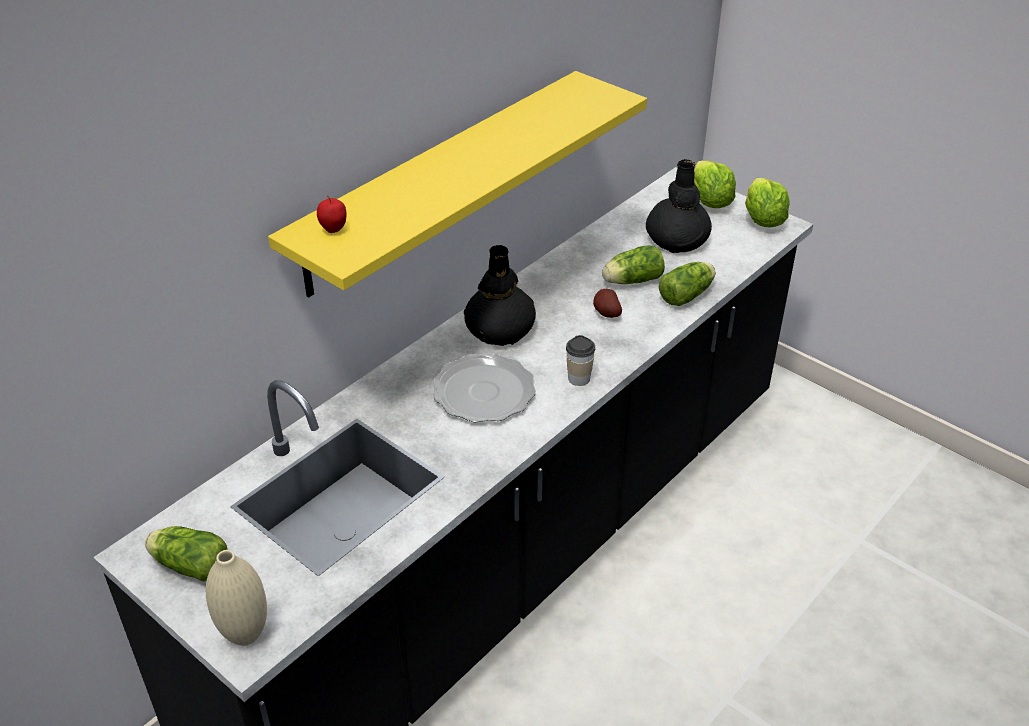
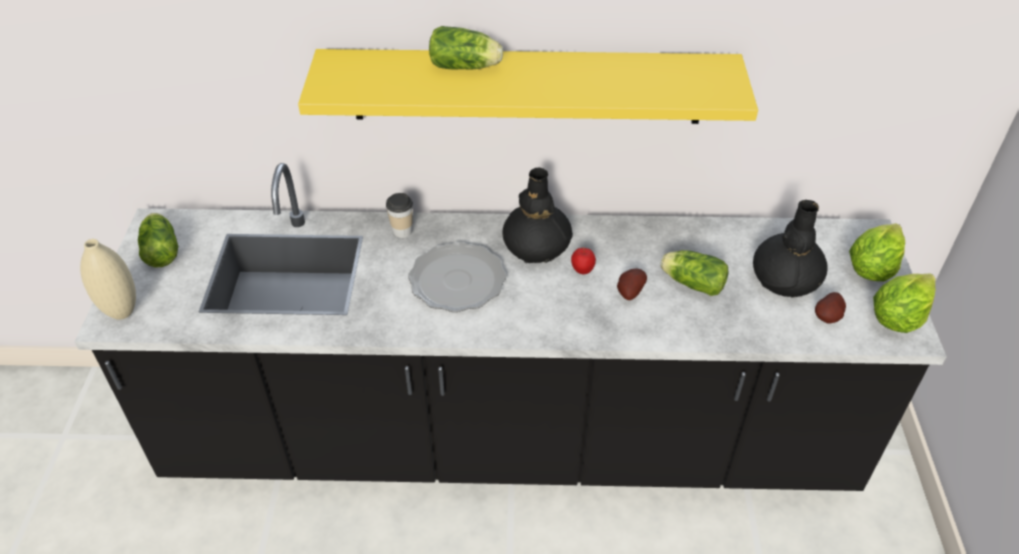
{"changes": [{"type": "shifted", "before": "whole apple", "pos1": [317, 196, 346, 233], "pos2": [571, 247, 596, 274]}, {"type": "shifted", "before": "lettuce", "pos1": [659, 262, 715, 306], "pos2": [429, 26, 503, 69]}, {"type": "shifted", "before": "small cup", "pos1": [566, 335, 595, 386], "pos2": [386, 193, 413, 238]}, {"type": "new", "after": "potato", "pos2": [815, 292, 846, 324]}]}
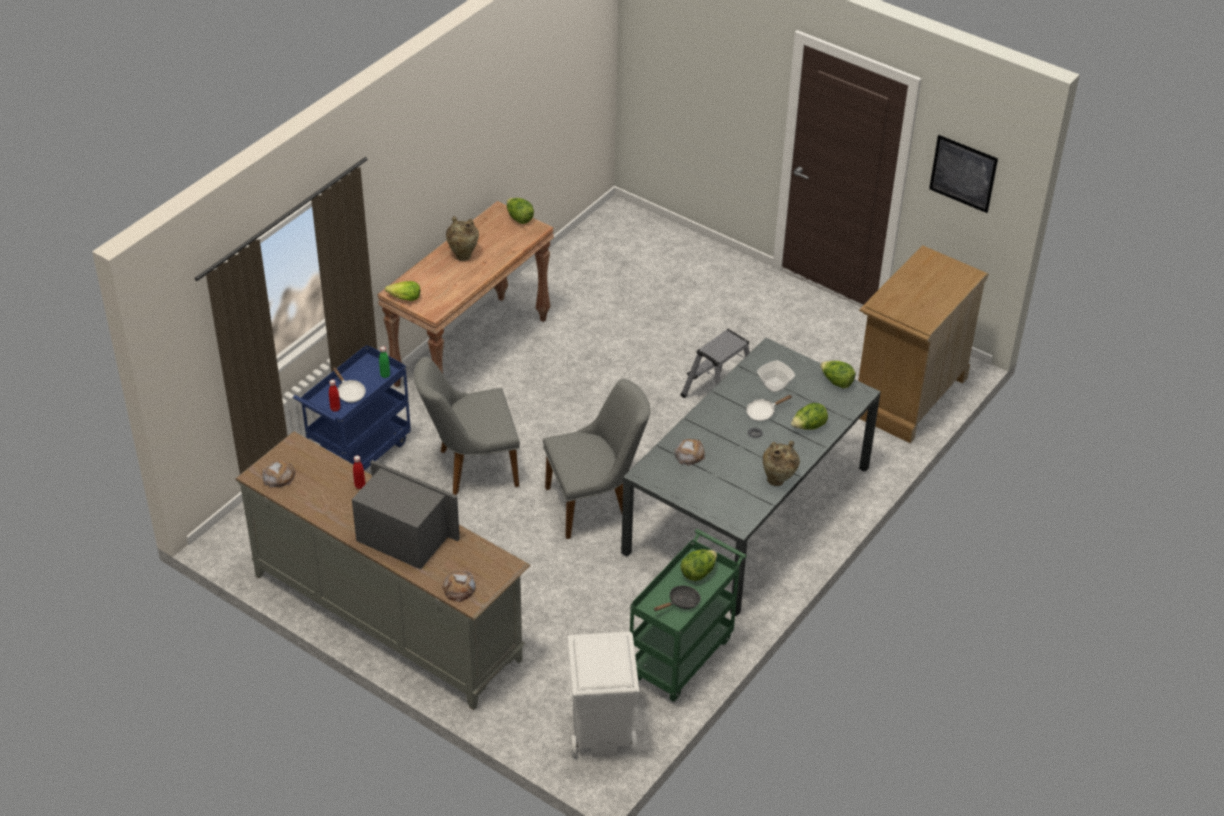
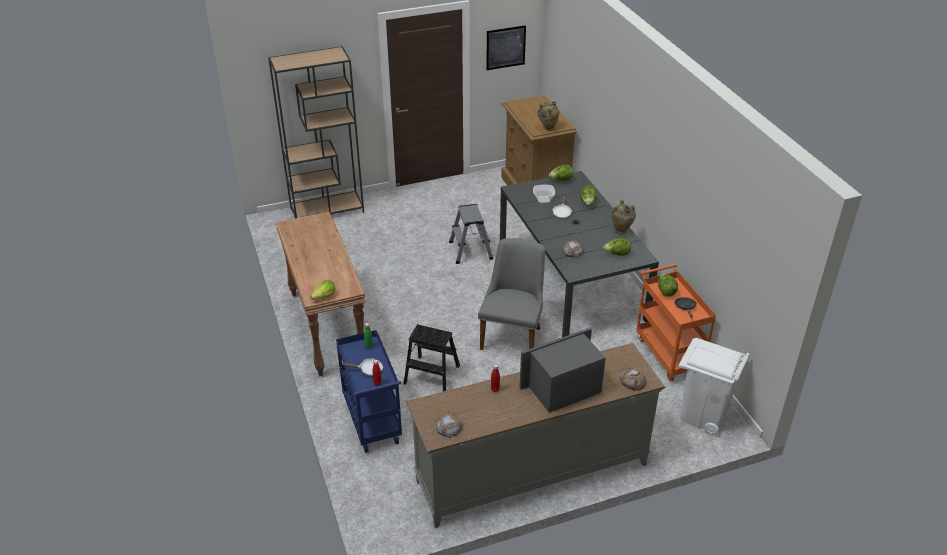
{"changes": [{"type": "shifted", "before": "lettuce", "pos1": [507, 198, 534, 224], "pos2": [603, 238, 631, 256]}, {"type": "shifted", "before": "beige-coloured decorative vase", "pos1": [446, 216, 479, 261], "pos2": [538, 101, 559, 130]}, {"type": "swapped", "before": "grey upright chair", "after": "blackish stepladder", "pos1": [414, 357, 520, 495], "pos2": [403, 324, 460, 392]}, {"type": "repainted", "before": "greenish trolley", "after": "orangey trolley", "pos1": [630, 529, 747, 701], "pos2": [636, 264, 716, 381]}, {"type": "new", "after": "bookshelf", "pos2": [268, 46, 364, 218]}]}
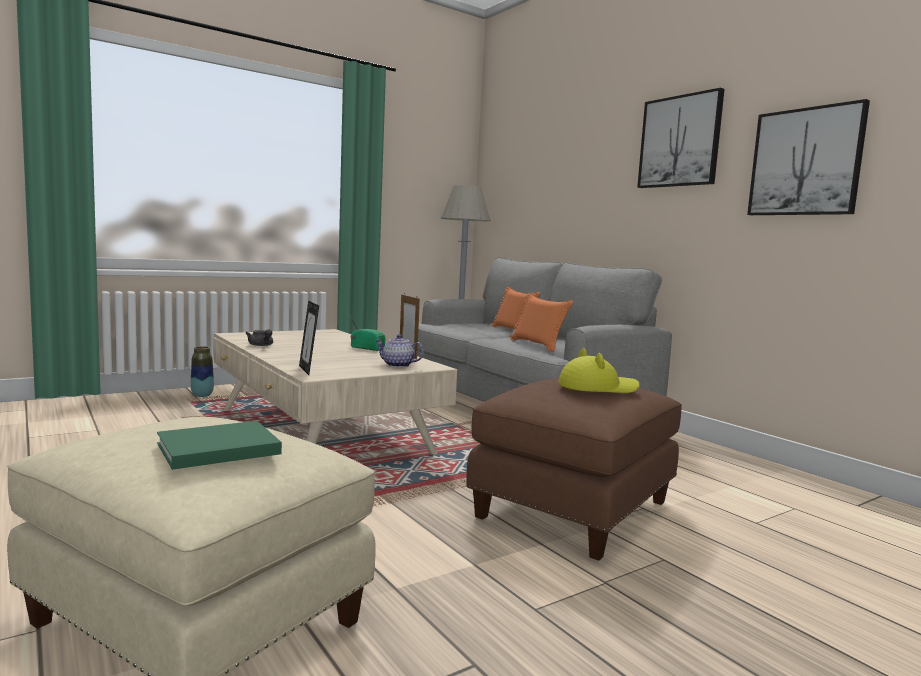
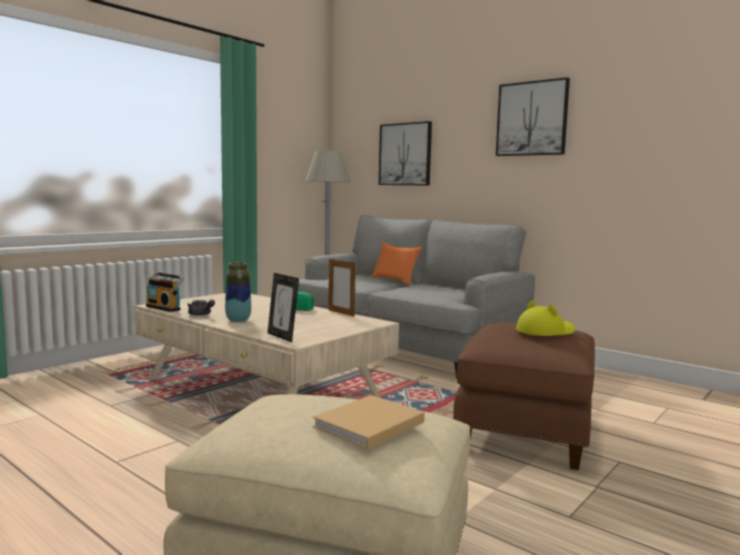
{"changes": [{"type": "shifted", "before": "wall picture", "pos1": [747, 99, 870, 215], "pos2": [379, 121, 432, 186]}, {"type": "gone", "before": "orangey throw pillow", "pos1": [510, 294, 573, 352]}, {"type": "gone", "before": "teapot", "pos1": [375, 334, 424, 368]}, {"type": "shifted", "before": "decorative vase", "pos1": [191, 346, 214, 397], "pos2": [225, 262, 251, 322]}, {"type": "repainted", "before": "greenish book", "after": "beige-coloured book", "pos1": [157, 421, 282, 470], "pos2": [313, 395, 425, 449]}, {"type": "new", "after": "radio receiver", "pos2": [146, 272, 185, 312]}]}
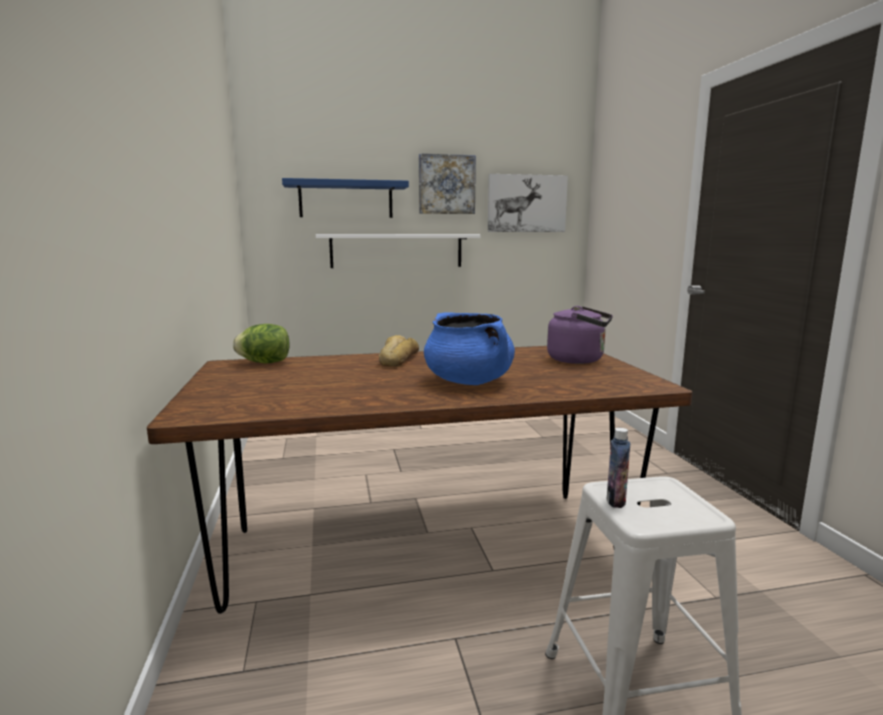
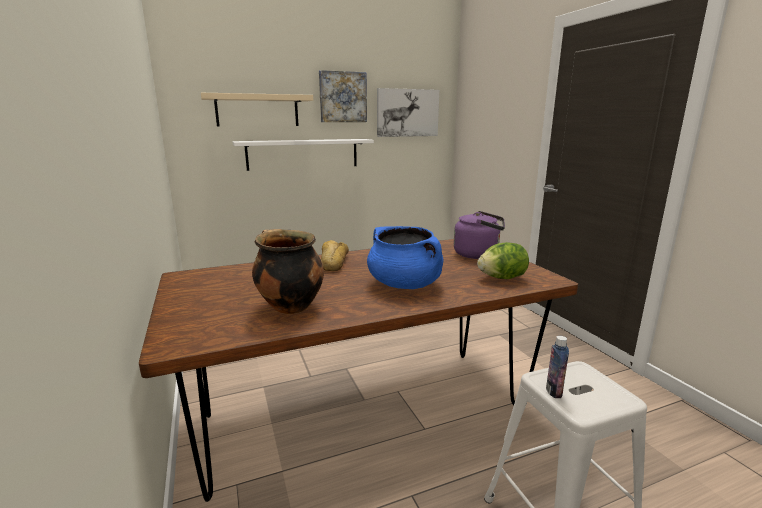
{"changes": [{"type": "repainted", "before": "blue-coloured wall shelf", "after": "beige-coloured wall shelf", "pos1": [282, 178, 409, 218], "pos2": [201, 93, 313, 127]}, {"type": "shifted", "before": "lettuce", "pos1": [233, 324, 290, 363], "pos2": [477, 242, 529, 279]}, {"type": "new", "after": "stockpot", "pos2": [252, 229, 324, 314]}]}
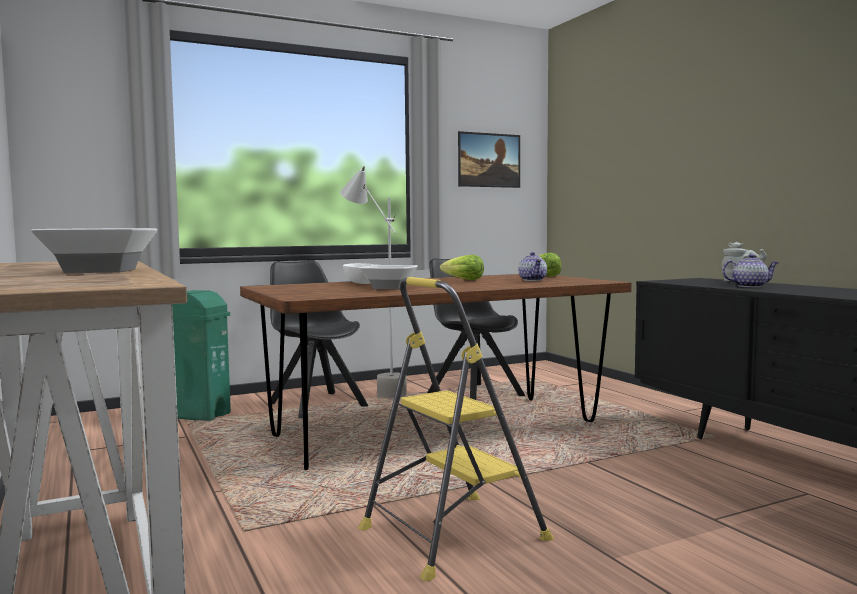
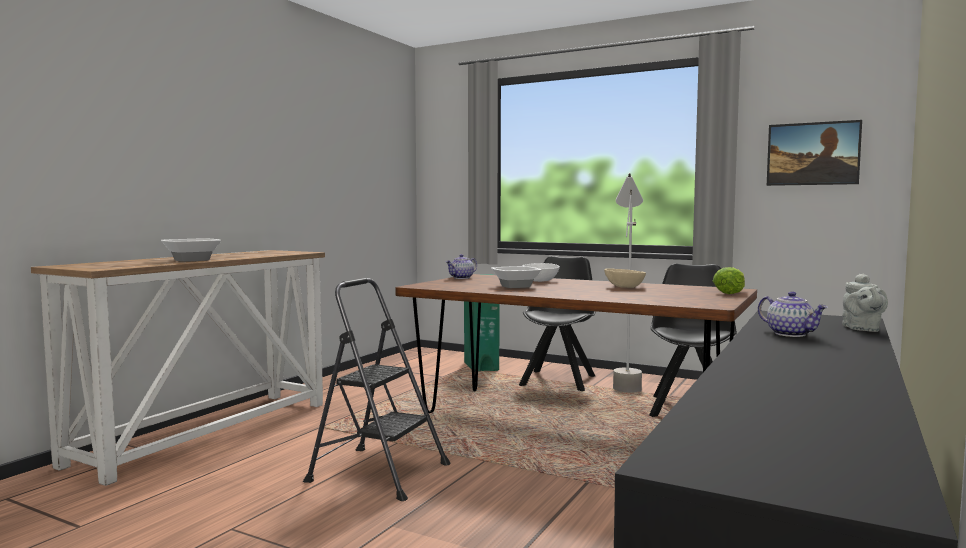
{"changes": [{"type": "shifted", "before": "teapot", "pos1": [518, 252, 547, 281], "pos2": [446, 254, 477, 279]}, {"type": "swapped", "before": "lettuce", "after": "beige-coloured bowl", "pos1": [440, 255, 484, 280], "pos2": [604, 268, 646, 288]}, {"type": "repainted", "before": "yellowish stepladder", "after": "blackish stepladder", "pos1": [358, 277, 554, 581], "pos2": [303, 278, 451, 501]}]}
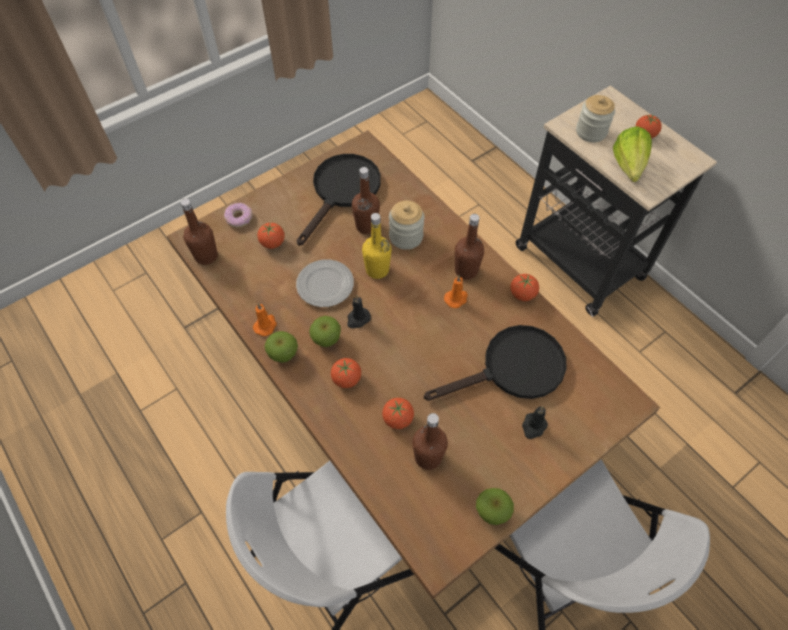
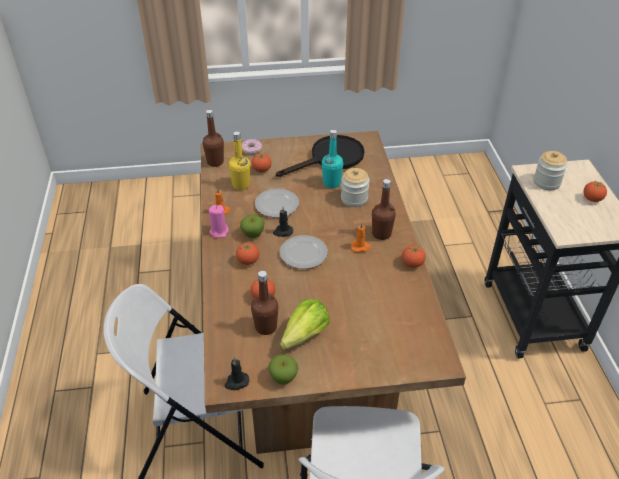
{"changes": [{"type": "shifted", "before": "lettuce", "pos1": [613, 126, 652, 182], "pos2": [280, 299, 329, 350]}, {"type": "repainted", "before": "brown-coloured bottle", "after": "turquoise bottle", "pos1": [352, 167, 380, 234], "pos2": [322, 130, 343, 188]}, {"type": "shifted", "before": "yellowish bottle", "pos1": [362, 213, 392, 279], "pos2": [229, 131, 251, 190]}, {"type": "gone", "before": "blackish frying pan", "pos1": [424, 325, 567, 401]}, {"type": "swapped", "before": "whole apple", "after": "pink-coloured wax light", "pos1": [264, 331, 298, 363], "pos2": [209, 205, 229, 238]}, {"type": "shifted", "before": "blackish wax light", "pos1": [522, 407, 548, 439], "pos2": [225, 357, 249, 390]}, {"type": "new", "after": "flat dish", "pos2": [280, 235, 328, 269]}]}
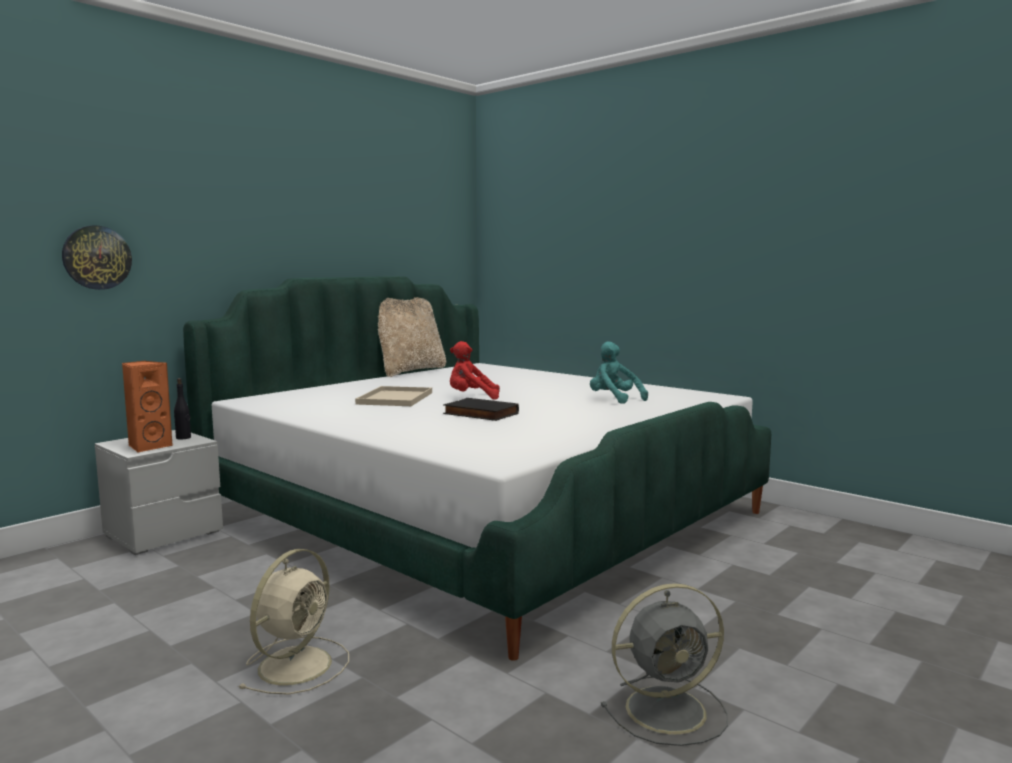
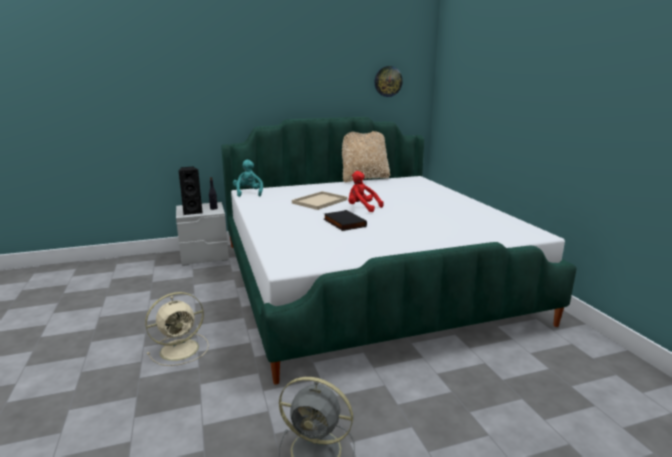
{"changes": [{"type": "shifted", "before": "wall clock", "pos1": [62, 225, 132, 290], "pos2": [375, 66, 403, 97]}, {"type": "shifted", "before": "turquoise cuddly toy", "pos1": [590, 341, 648, 404], "pos2": [233, 160, 263, 197]}, {"type": "repainted", "before": "orangey loudspeaker", "after": "blackish loudspeaker", "pos1": [122, 361, 173, 452], "pos2": [178, 167, 203, 215]}]}
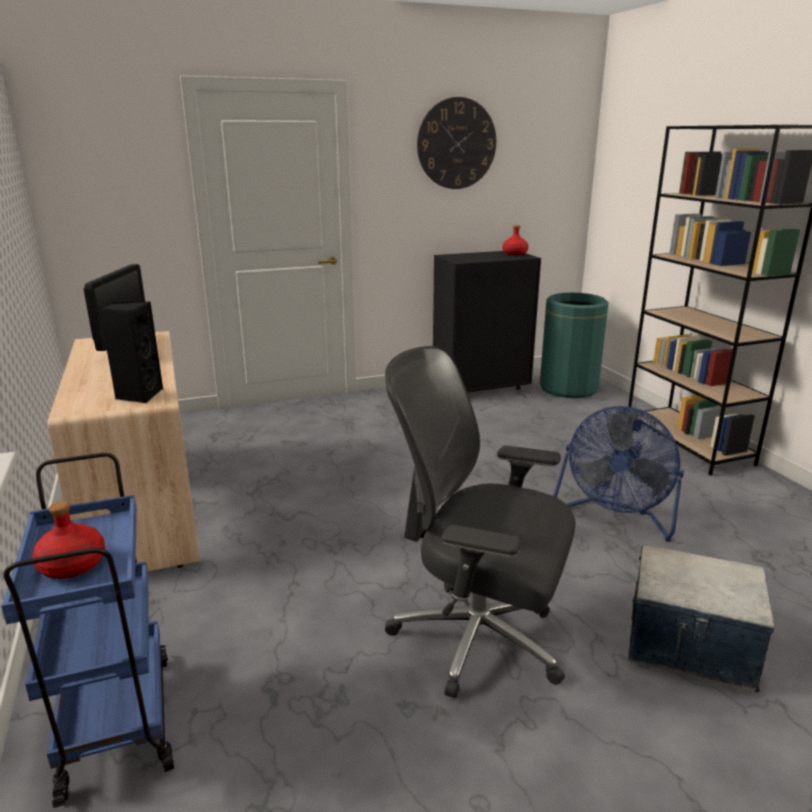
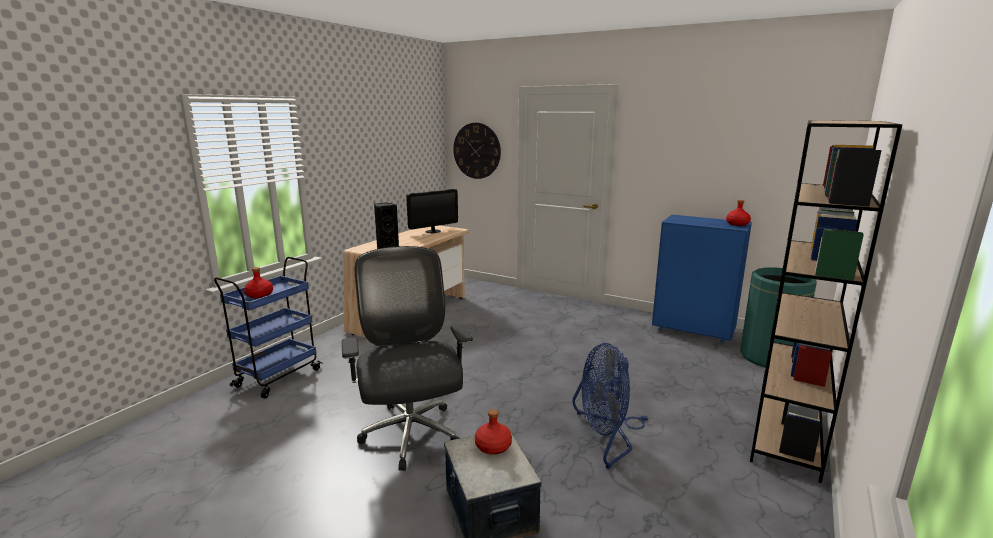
{"changes": [{"type": "shifted", "before": "wall clock", "pos1": [417, 97, 496, 189], "pos2": [453, 123, 501, 179]}, {"type": "repainted", "before": "blackish storage cabinet", "after": "blue-coloured storage cabinet", "pos1": [433, 251, 541, 393], "pos2": [652, 215, 752, 343]}, {"type": "new", "after": "red bottle", "pos2": [475, 409, 512, 455]}]}
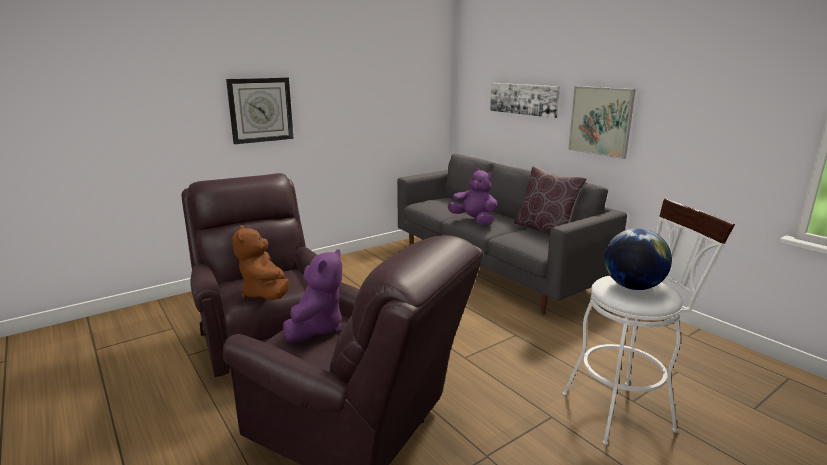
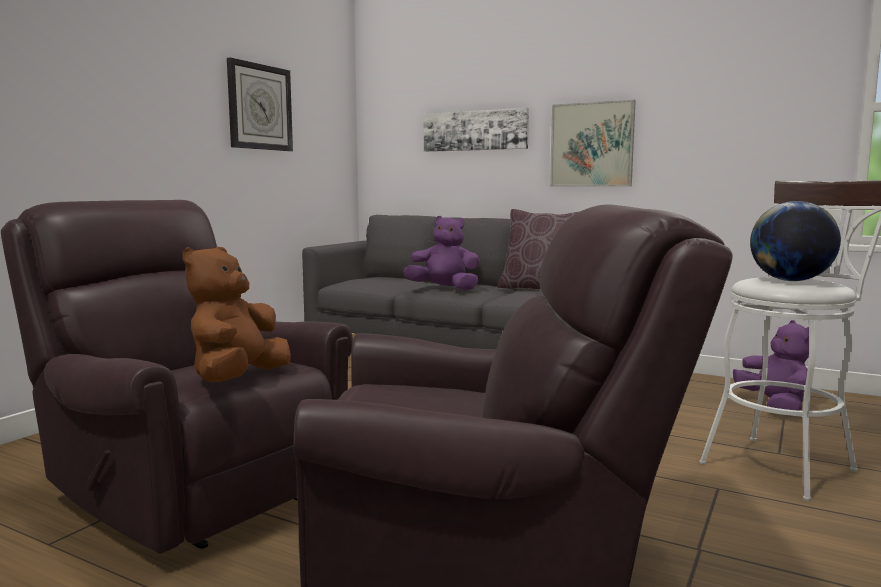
{"changes": [{"type": "shifted", "before": "wall clock", "pos1": [226, 78, 294, 144], "pos2": [227, 57, 293, 151]}, {"type": "rotated", "before": "brown-coloured cuddly toy", "pos1": [233, 225, 289, 300], "pos2": [182, 246, 291, 382], "turn": 60}, {"type": "shifted", "before": "purplish cuddly toy", "pos1": [283, 249, 342, 342], "pos2": [733, 320, 809, 416]}]}
